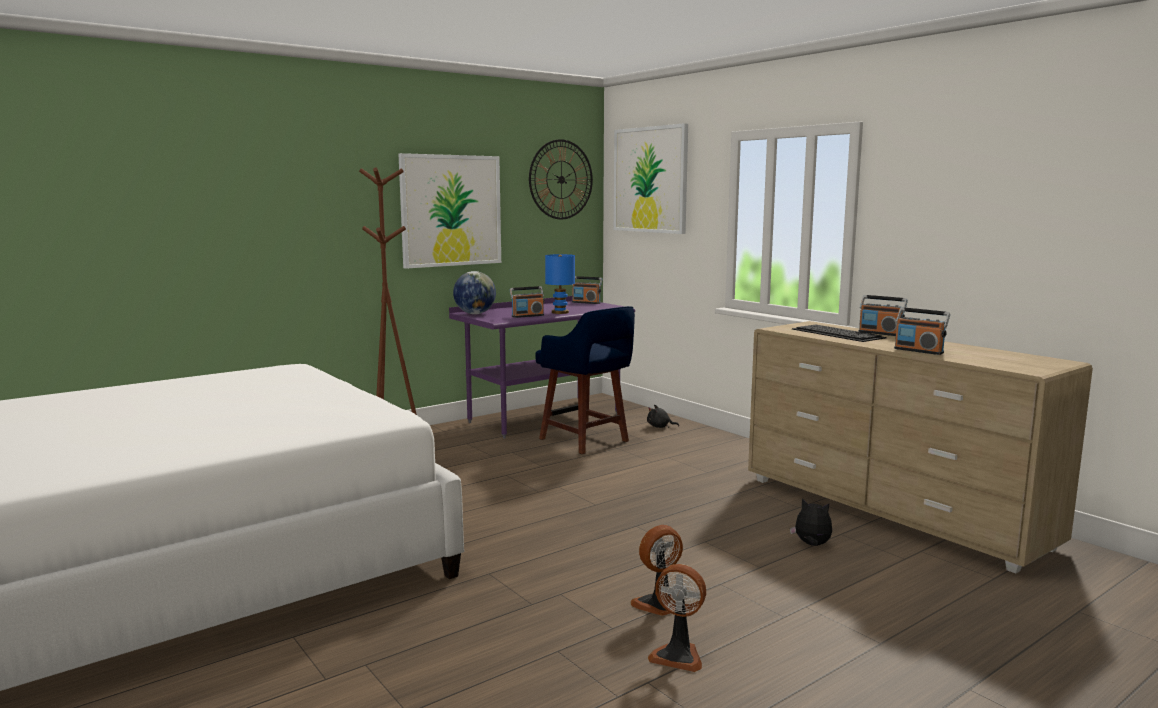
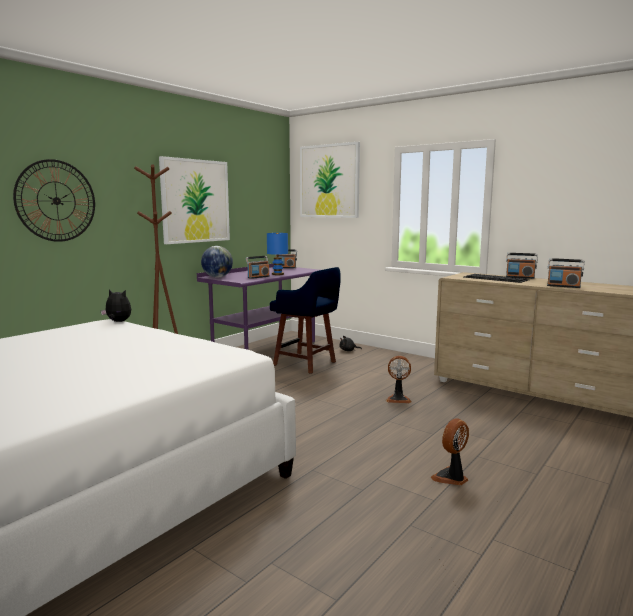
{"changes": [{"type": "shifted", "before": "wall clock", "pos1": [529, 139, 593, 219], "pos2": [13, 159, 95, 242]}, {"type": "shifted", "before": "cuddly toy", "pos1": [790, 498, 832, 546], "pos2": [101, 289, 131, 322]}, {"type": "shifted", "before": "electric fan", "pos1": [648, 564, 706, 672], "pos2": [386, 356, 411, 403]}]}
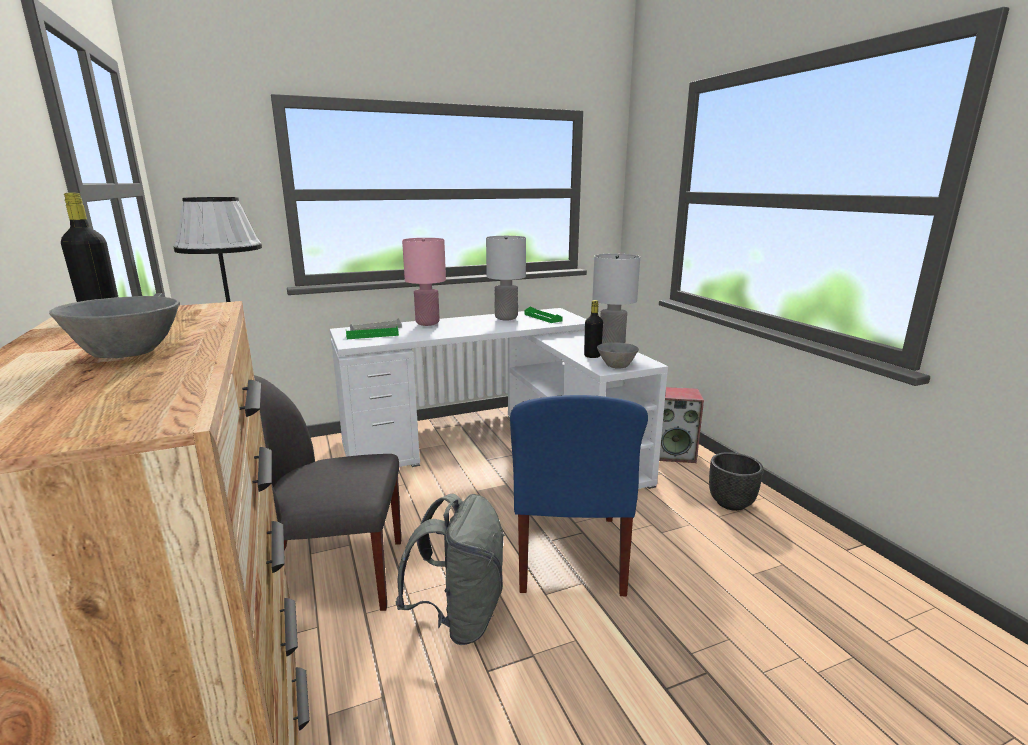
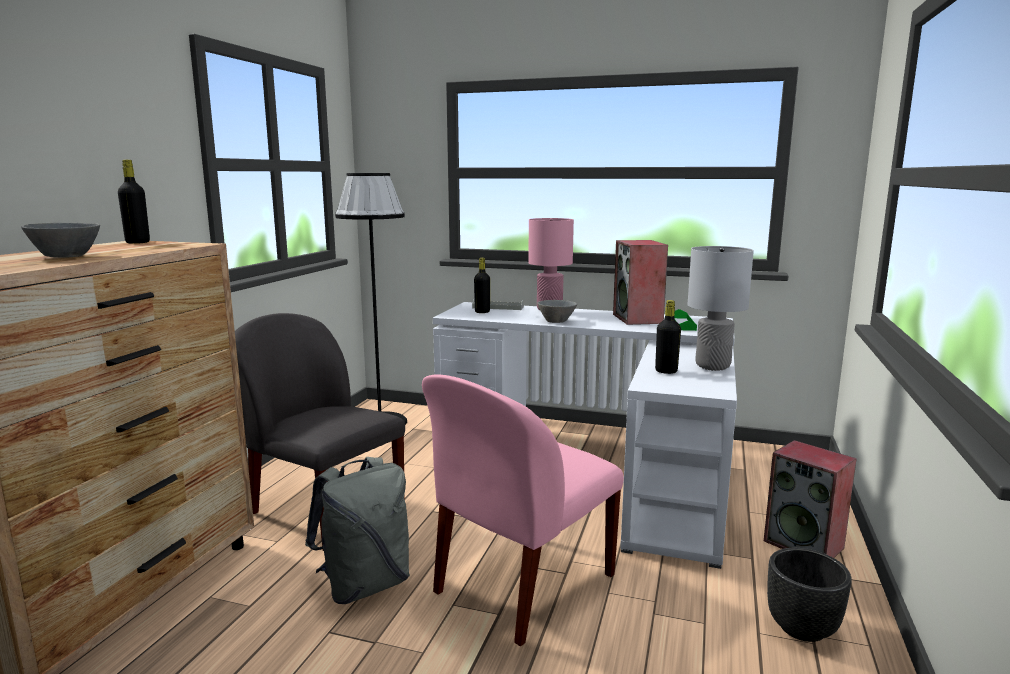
{"changes": [{"type": "swapped", "before": "grey table lamp", "after": "loudspeaker", "pos1": [486, 236, 526, 321], "pos2": [613, 240, 668, 325]}, {"type": "swapped", "before": "greenish carrying tray", "after": "blackish bottle", "pos1": [346, 326, 399, 339], "pos2": [474, 258, 490, 313]}, {"type": "shifted", "before": "grey bowl", "pos1": [597, 342, 639, 369], "pos2": [537, 300, 577, 323]}, {"type": "repainted", "before": "blue-coloured upright chair", "after": "pink-coloured upright chair", "pos1": [510, 395, 648, 596], "pos2": [422, 374, 624, 646]}]}
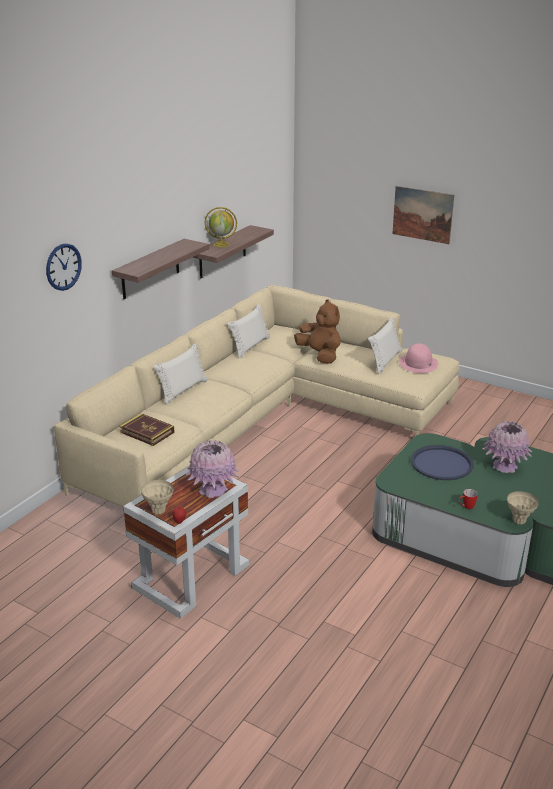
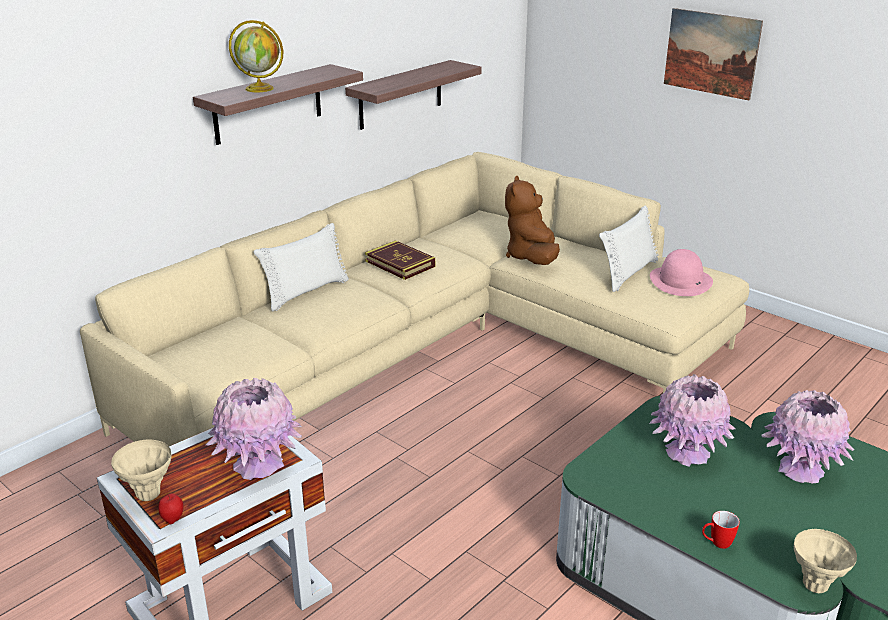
{"changes": [{"type": "shifted", "before": "globe", "pos1": [205, 207, 237, 247], "pos2": [229, 20, 283, 92]}, {"type": "gone", "before": "wall clock", "pos1": [46, 243, 82, 291]}, {"type": "rotated", "before": "brown-coloured cuddly toy", "pos1": [294, 299, 341, 364], "pos2": [505, 176, 560, 265], "turn": -150}, {"type": "gone", "before": "white-coloured throw pillow", "pos1": [227, 304, 270, 358]}, {"type": "shifted", "before": "book", "pos1": [119, 413, 175, 446], "pos2": [365, 240, 435, 280]}, {"type": "swapped", "before": "blue-coloured carrying tray", "after": "pink-coloured decorative vase", "pos1": [411, 445, 474, 480], "pos2": [649, 374, 736, 467]}]}
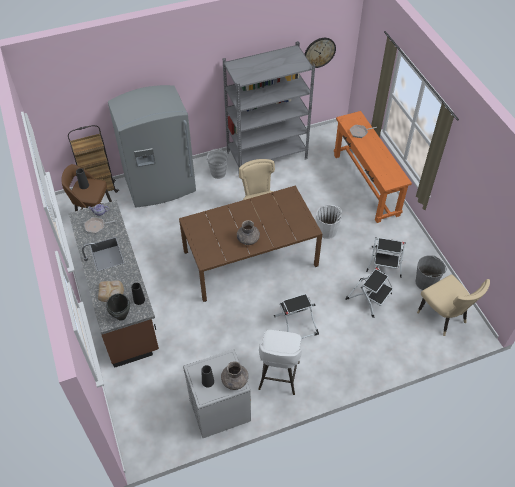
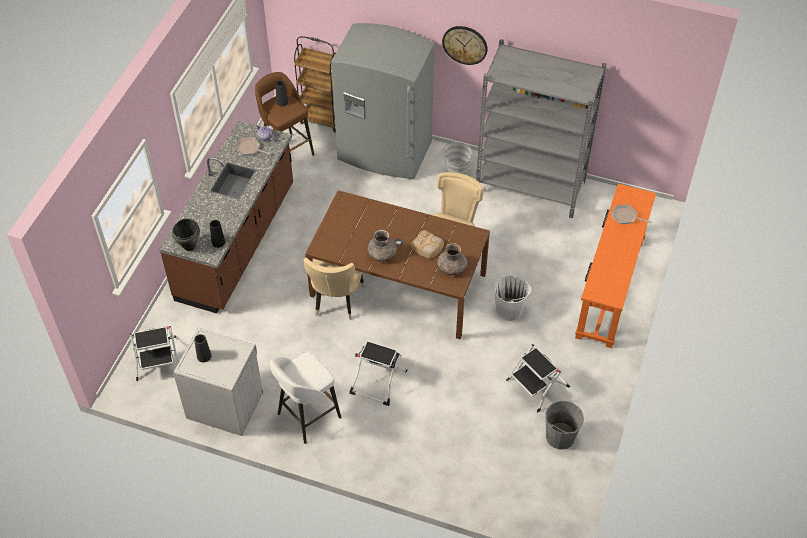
{"changes": [{"type": "shifted", "before": "wall clock", "pos1": [305, 38, 336, 68], "pos2": [442, 26, 488, 65]}, {"type": "shifted", "before": "stepladder", "pos1": [345, 266, 393, 318], "pos2": [130, 326, 180, 381]}, {"type": "shifted", "before": "beige-coloured upright chair", "pos1": [417, 274, 490, 336], "pos2": [304, 254, 365, 320]}, {"type": "shifted", "before": "baked bread", "pos1": [98, 280, 124, 302], "pos2": [410, 230, 444, 259]}, {"type": "shifted", "before": "grey decorative vase", "pos1": [221, 361, 248, 390], "pos2": [437, 243, 467, 275]}]}
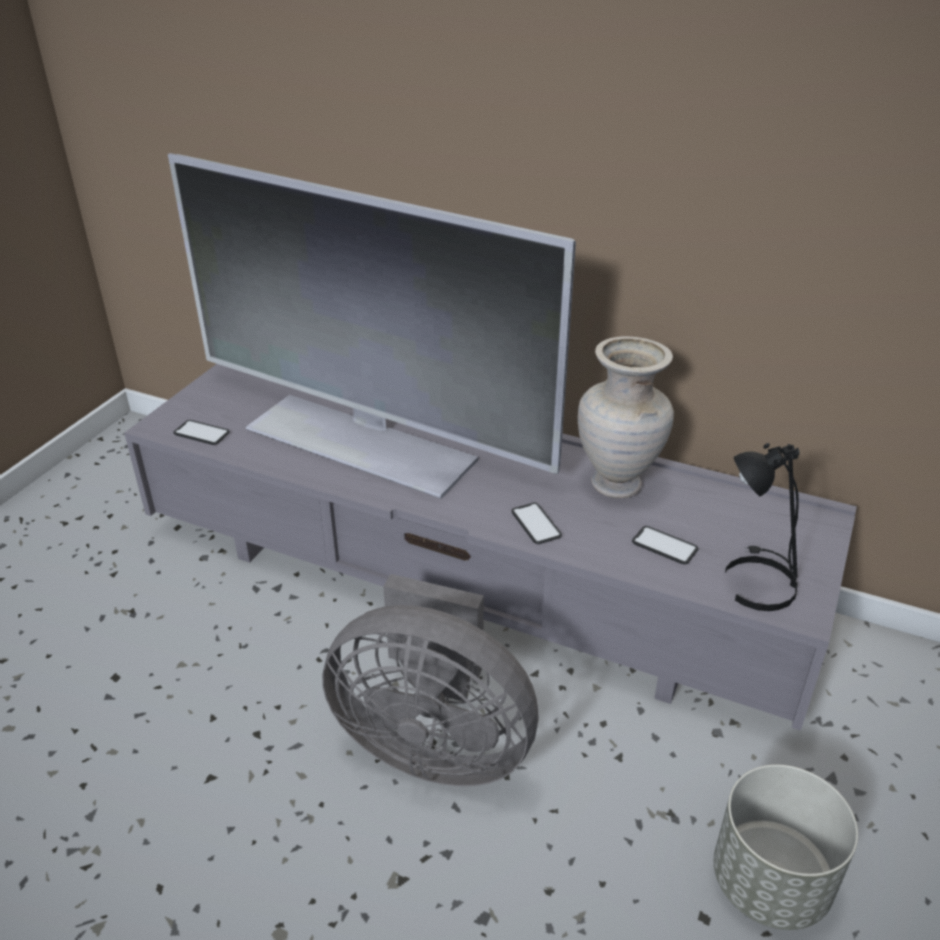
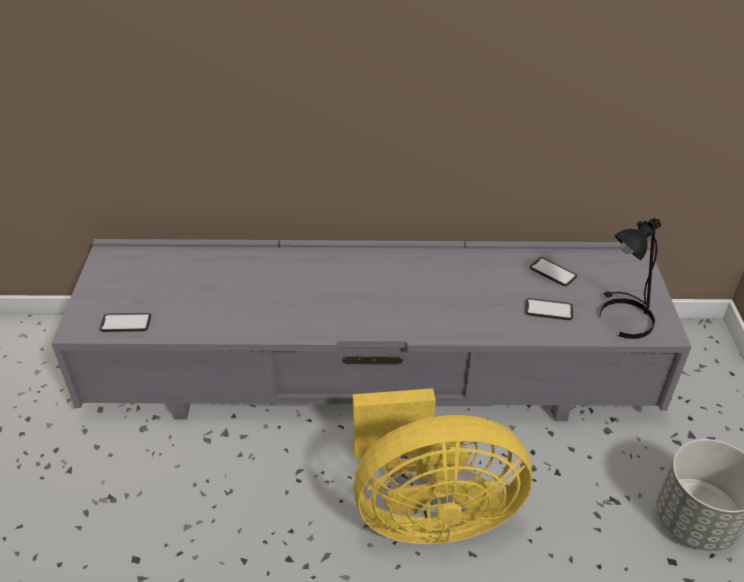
{"changes": [{"type": "gone", "before": "TV set", "pos1": [168, 153, 576, 499]}, {"type": "gone", "before": "beige-coloured decorative vase", "pos1": [578, 336, 674, 498]}, {"type": "shifted", "before": "telephone", "pos1": [512, 502, 562, 544], "pos2": [530, 257, 577, 286]}, {"type": "repainted", "before": "grey electric fan", "after": "yellowish electric fan", "pos1": [322, 574, 539, 786], "pos2": [353, 388, 532, 544]}]}
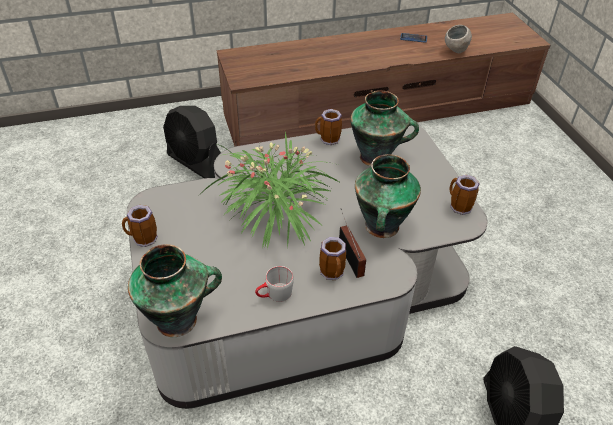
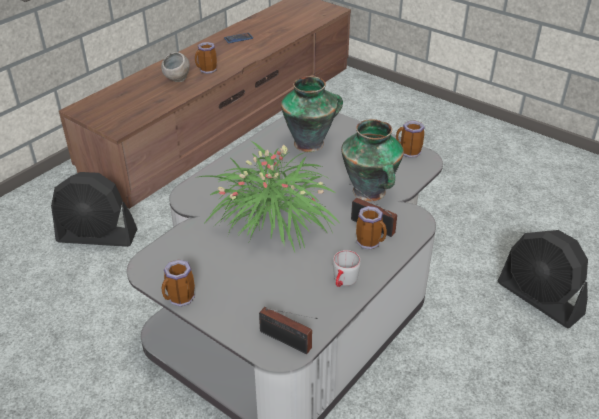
{"changes": [{"type": "shifted", "before": "grey bowl", "pos1": [445, 25, 472, 54], "pos2": [161, 52, 190, 82]}, {"type": "shifted", "before": "mug", "pos1": [315, 109, 342, 145], "pos2": [195, 42, 217, 74]}, {"type": "swapped", "before": "decorative vase", "after": "radio receiver", "pos1": [128, 244, 222, 337], "pos2": [259, 307, 317, 354]}]}
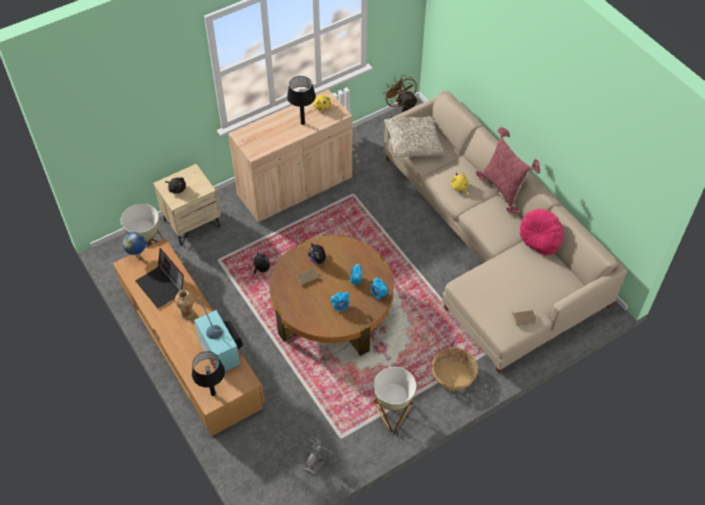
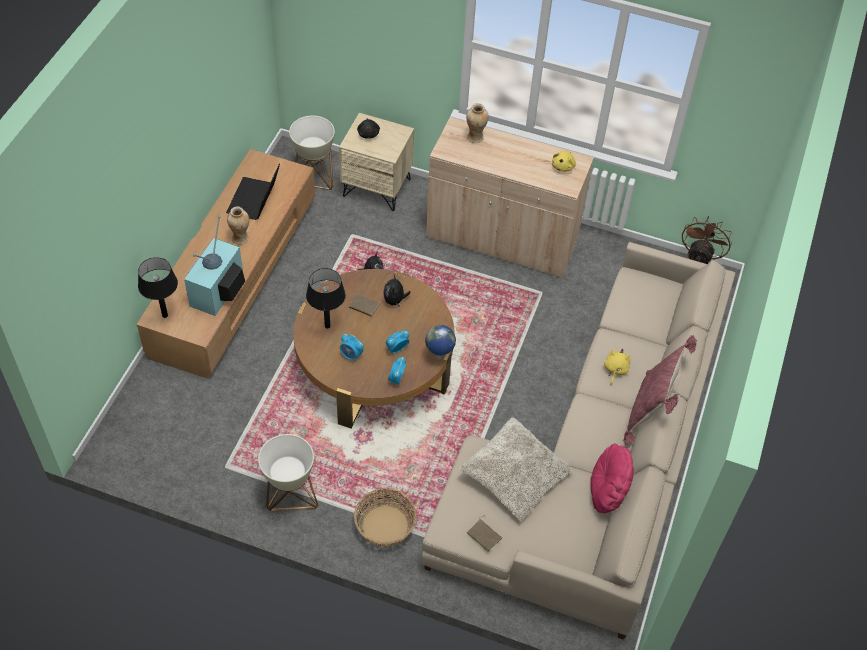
{"changes": [{"type": "shifted", "before": "blackish table lamp", "pos1": [287, 76, 316, 125], "pos2": [306, 268, 346, 329]}, {"type": "shifted", "before": "beige-coloured throw pillow", "pos1": [384, 117, 444, 158], "pos2": [459, 417, 573, 522]}, {"type": "shifted", "before": "globe", "pos1": [123, 232, 146, 258], "pos2": [425, 325, 456, 359]}, {"type": "gone", "before": "grey electric fan", "pos1": [305, 437, 333, 476]}, {"type": "new", "after": "decorative vase", "pos2": [466, 103, 489, 143]}]}
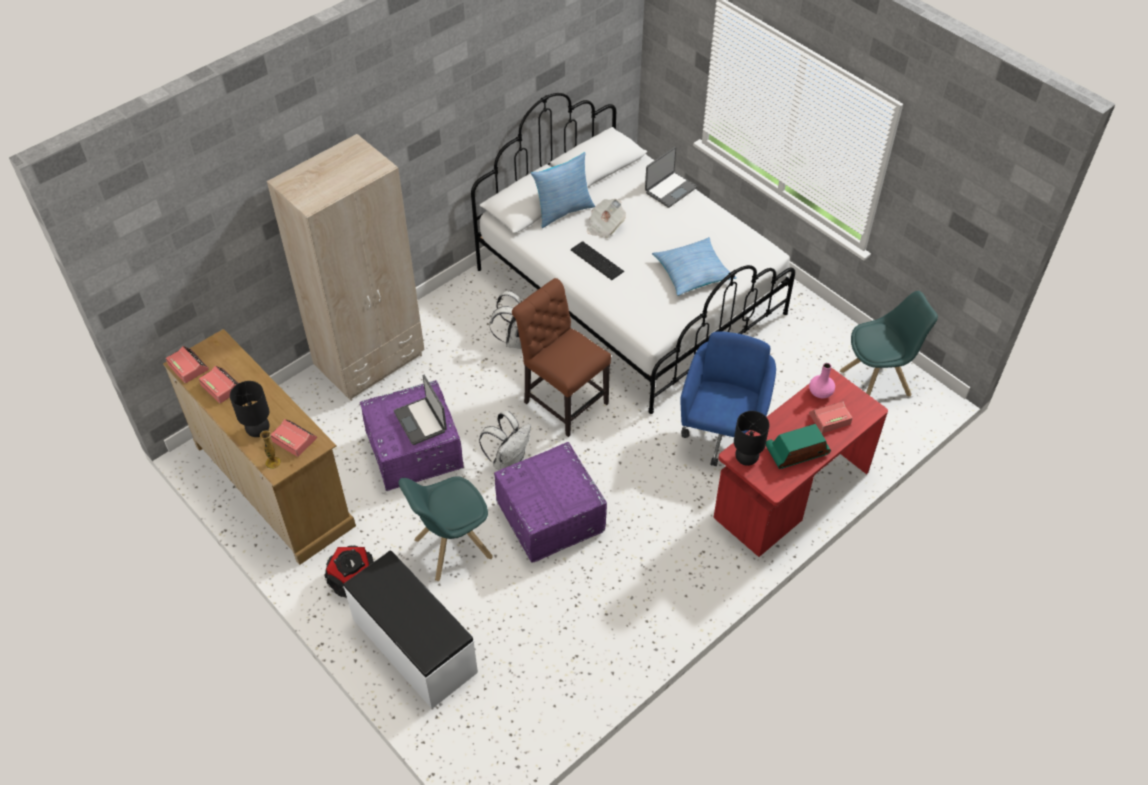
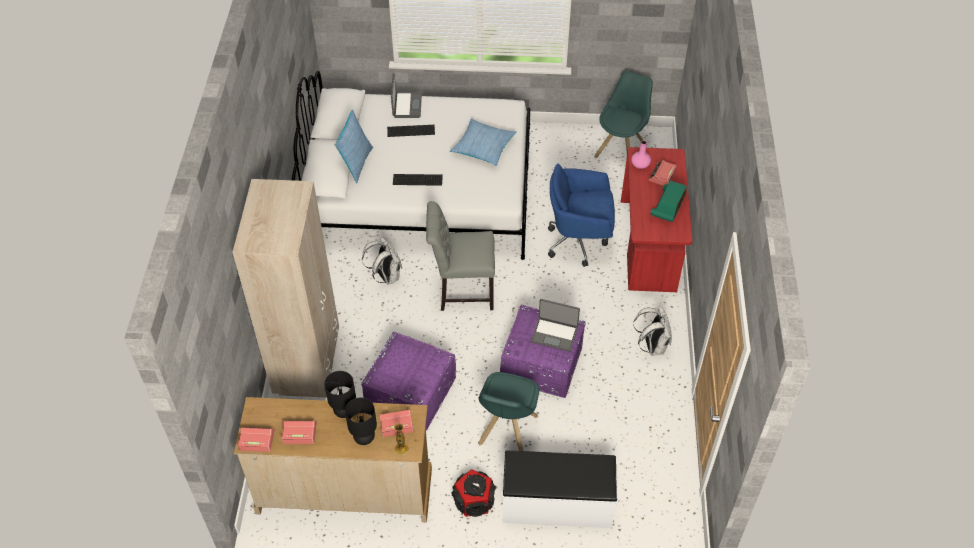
{"changes": [{"type": "gone", "before": "newspaper", "pos1": [587, 199, 626, 238]}, {"type": "repainted", "before": "brown-coloured upright chair", "after": "grey upright chair", "pos1": [512, 278, 611, 437], "pos2": [426, 201, 495, 311]}, {"type": "rotated", "before": "blue-coloured computer chair", "pos1": [680, 331, 776, 466], "pos2": [548, 164, 615, 267], "turn": -60}, {"type": "shifted", "before": "laptop", "pos1": [394, 375, 447, 445], "pos2": [531, 299, 580, 352]}, {"type": "shifted", "before": "white-coloured rucksack", "pos1": [479, 411, 531, 470], "pos2": [633, 307, 672, 355]}, {"type": "shifted", "before": "blackish table lamp", "pos1": [734, 411, 769, 466], "pos2": [324, 371, 356, 418]}, {"type": "new", "after": "keyboard", "pos2": [387, 125, 435, 137]}]}
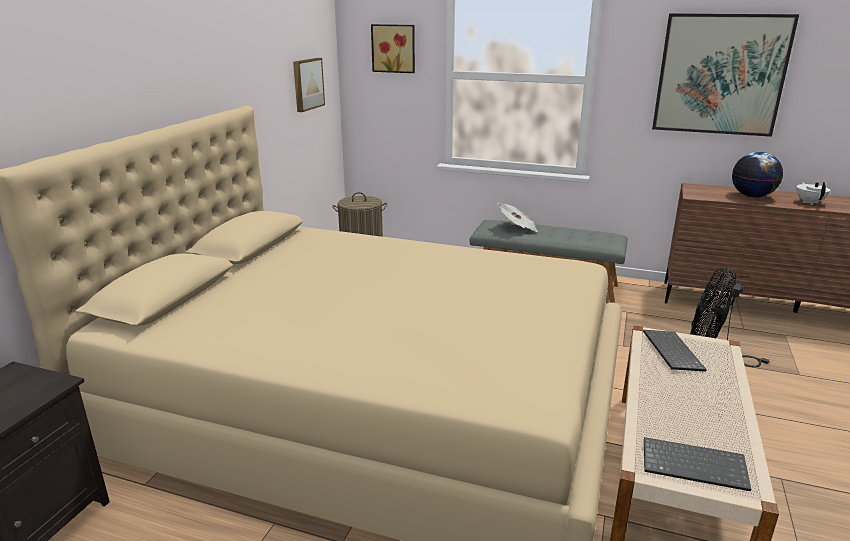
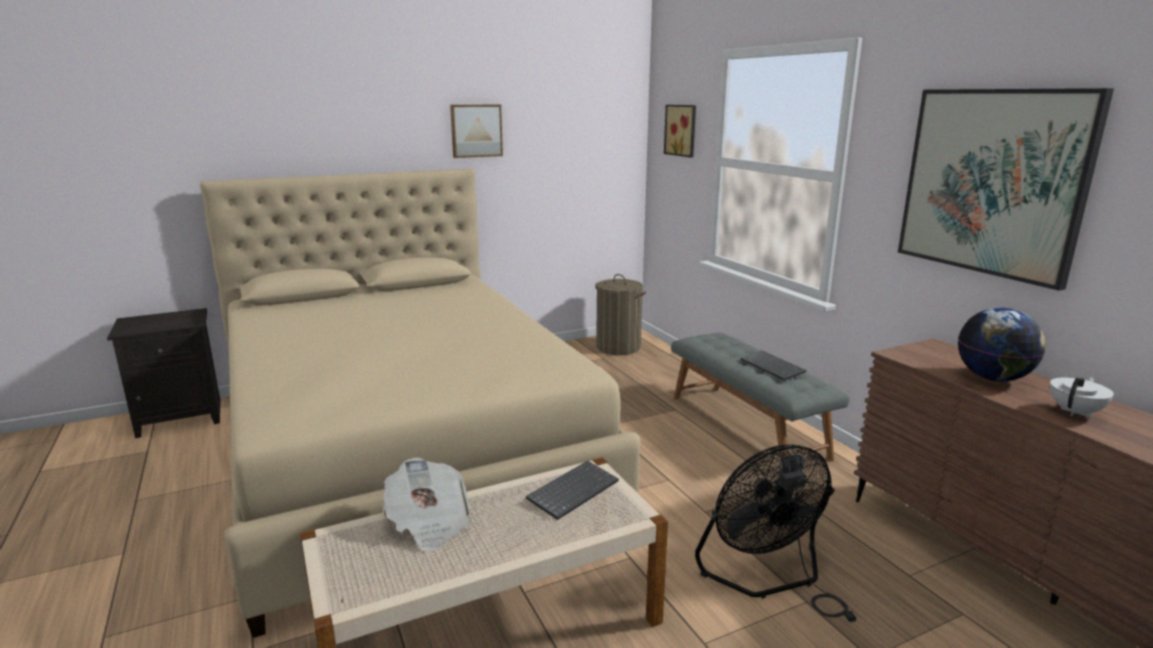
{"changes": [{"type": "shifted", "before": "wall picture", "pos1": [293, 58, 325, 112], "pos2": [450, 105, 503, 158]}, {"type": "shifted", "before": "newspaper", "pos1": [498, 203, 538, 232], "pos2": [383, 458, 471, 552]}, {"type": "shifted", "before": "keyboard", "pos1": [644, 437, 751, 491], "pos2": [740, 350, 807, 381]}]}
